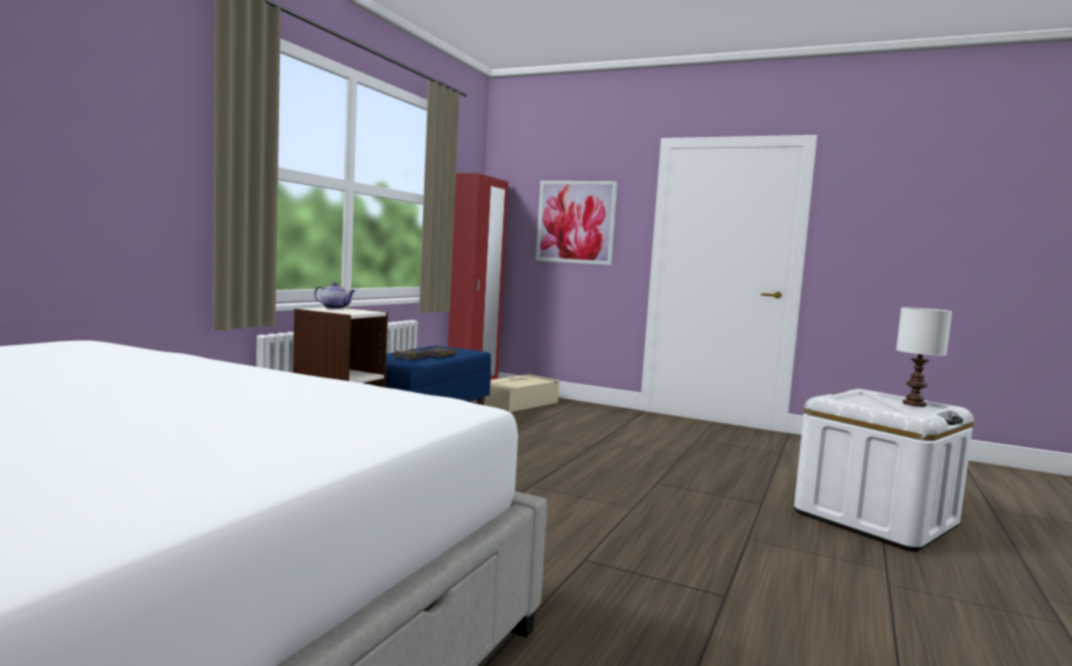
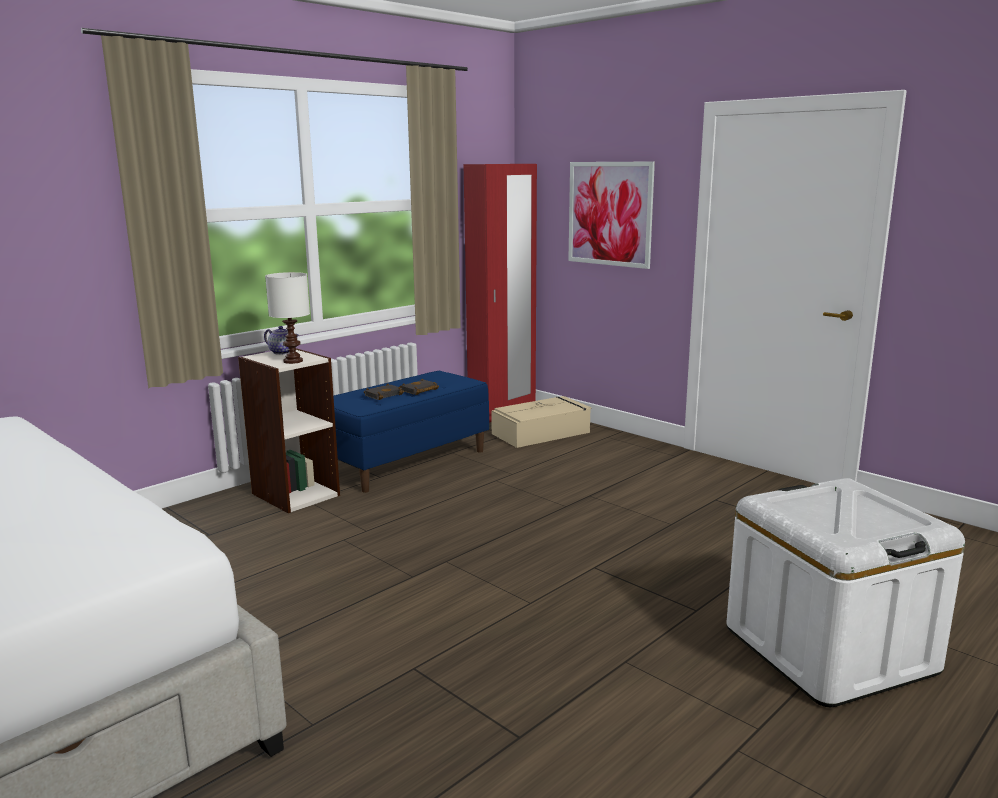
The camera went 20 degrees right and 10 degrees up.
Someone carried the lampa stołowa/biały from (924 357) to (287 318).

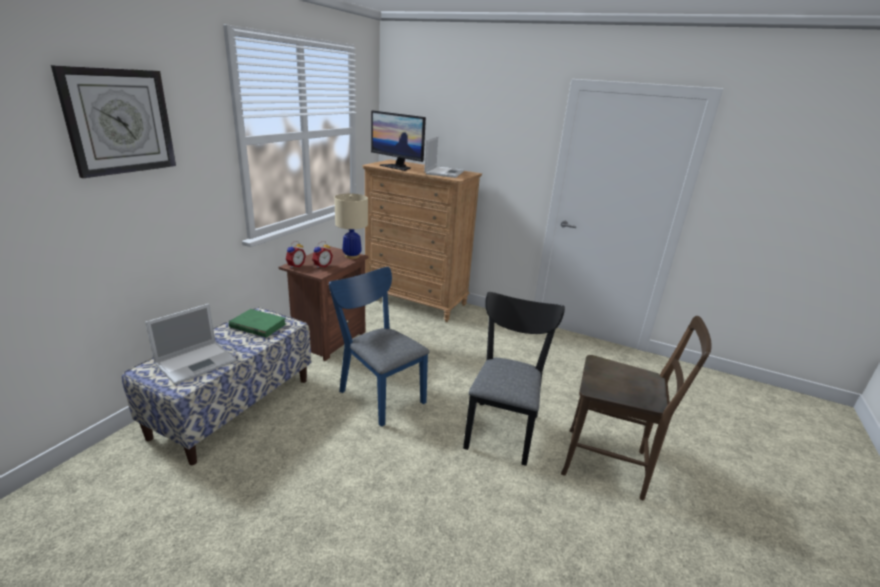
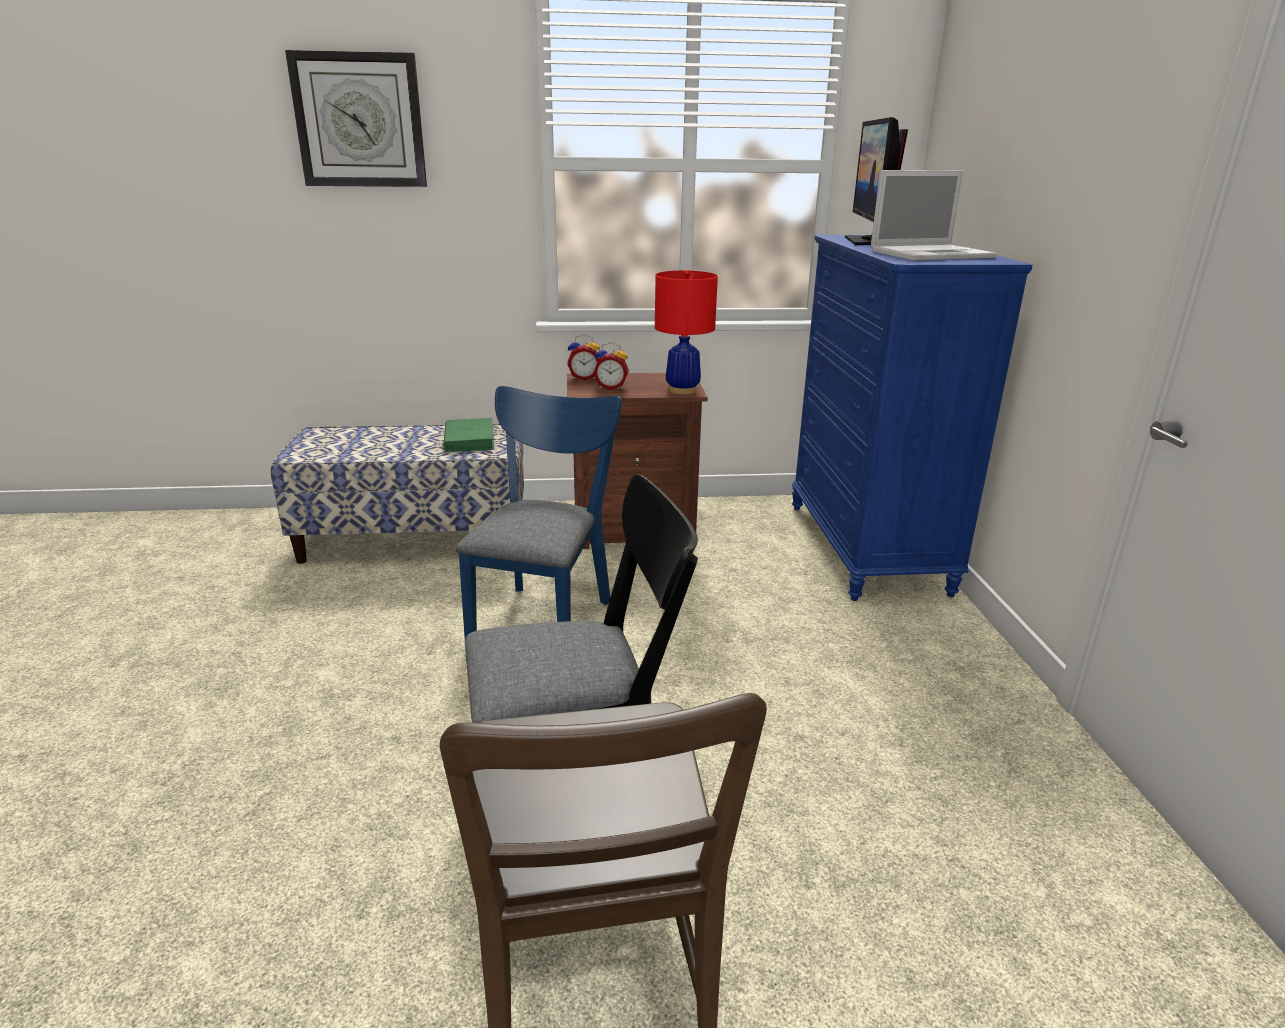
The camera went 60 degrees right and 0 degrees up.
Someone took away the laptop at (191 344).
Someone repainted the lampa stołowa/beżowy at (351 226), which became the lampa stołowa/czerwony at (686 331).
Someone repainted the komoda/brązowy at (422 240), which became the komoda/niebieski at (912 418).

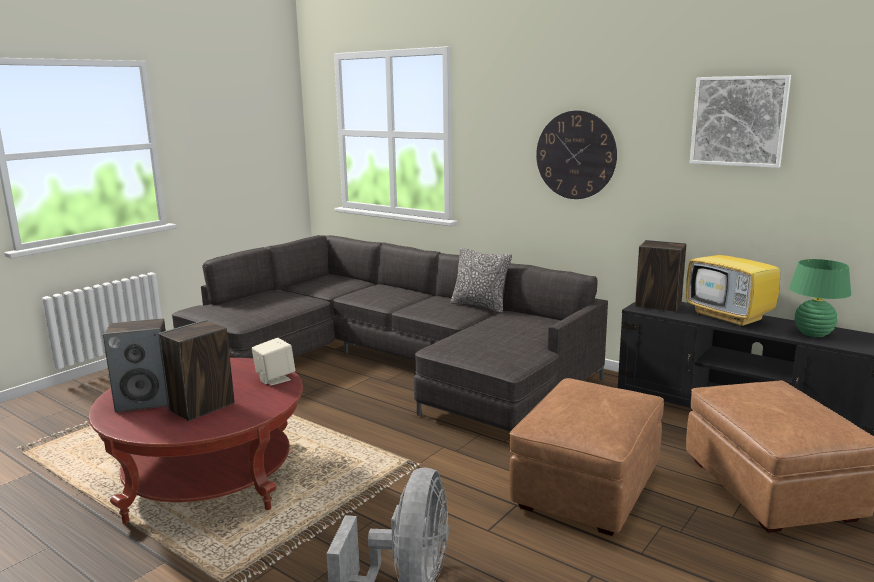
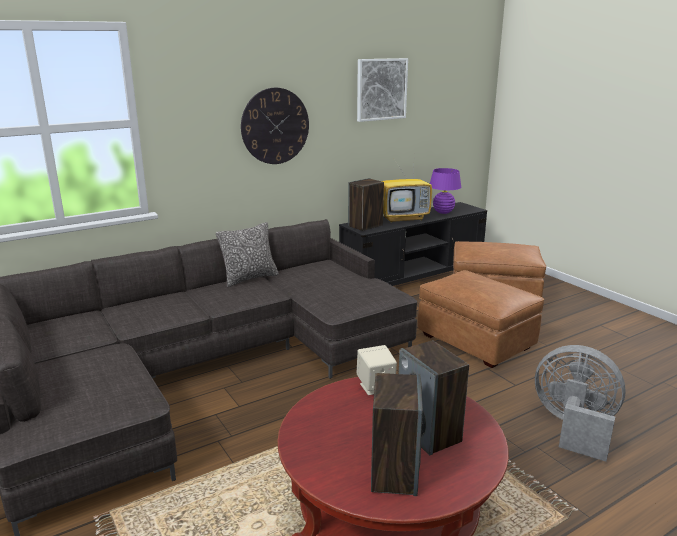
The camera went 70 degrees left and 5 degrees up.
Someone repainted the lampa stołowa/zielony at (820 298), which became the lampa stołowa/fioletowy at (445 191).

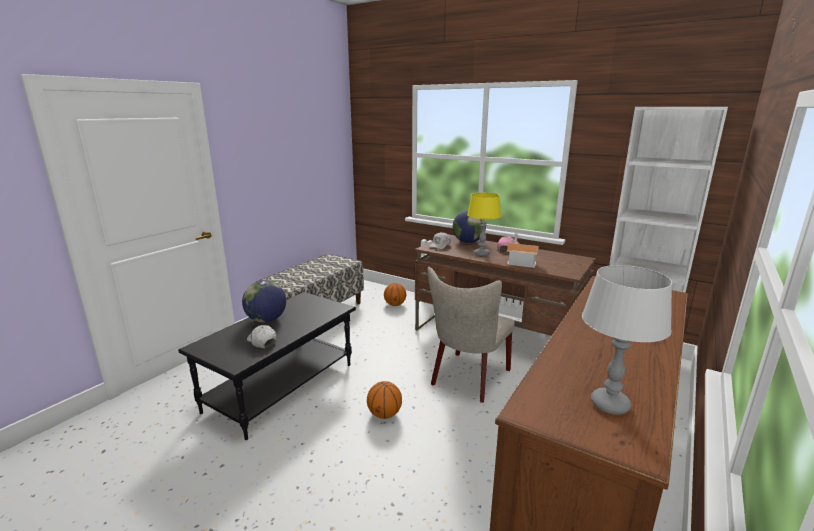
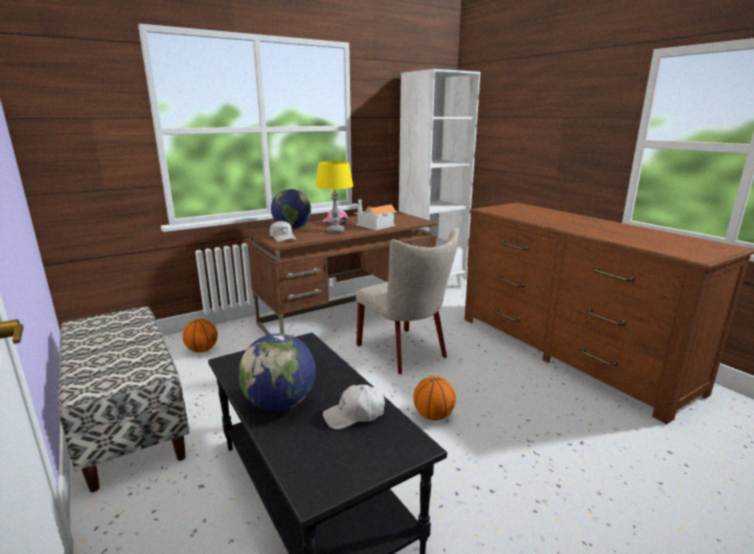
The camera went 65 degrees left and 0 degrees up.
Someone took away the lampa stołowa/szary at (627 340).

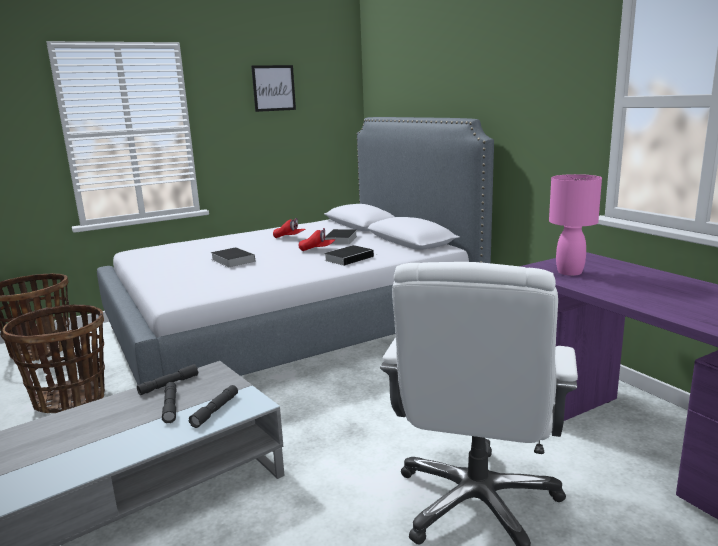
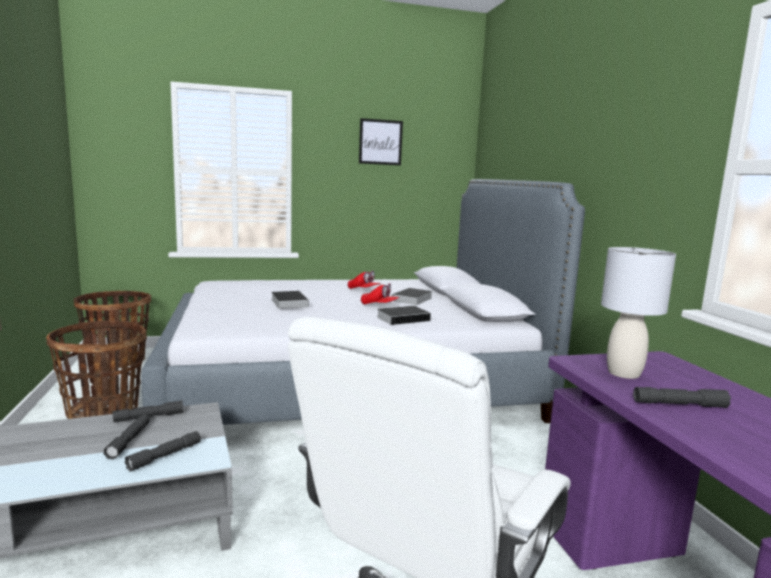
The camera went 15 degrees right and 5 degrees down.
Someone put down the latarka/szary at (682 397).
Someone repainted the lampa stołowa/różowy at (575 225), which became the lampa stołowa/szary at (638 313).

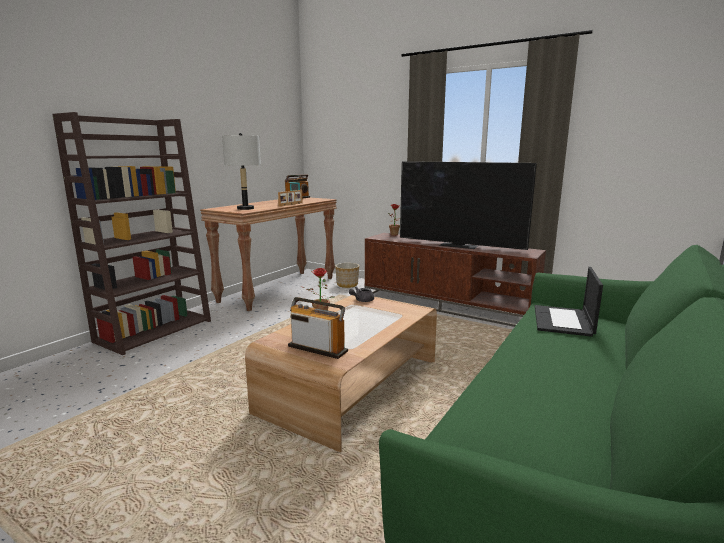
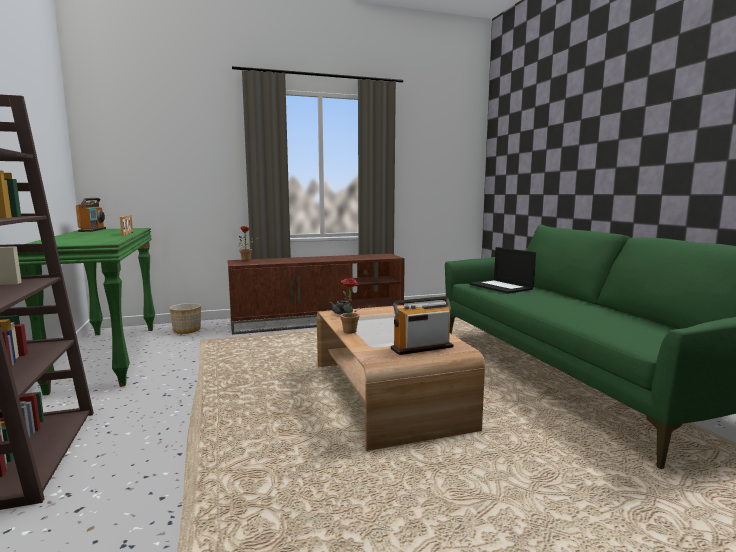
The camera went 50 degrees left and 5 degrees down.
Someone took away the lampa stołowa/szary at (241 171).
Someone took away the telewizor at (468 205).
Someone repainted the stolik konsolowy/brązowy at (268 254), which became the stolik konsolowy/zielony at (86 311).

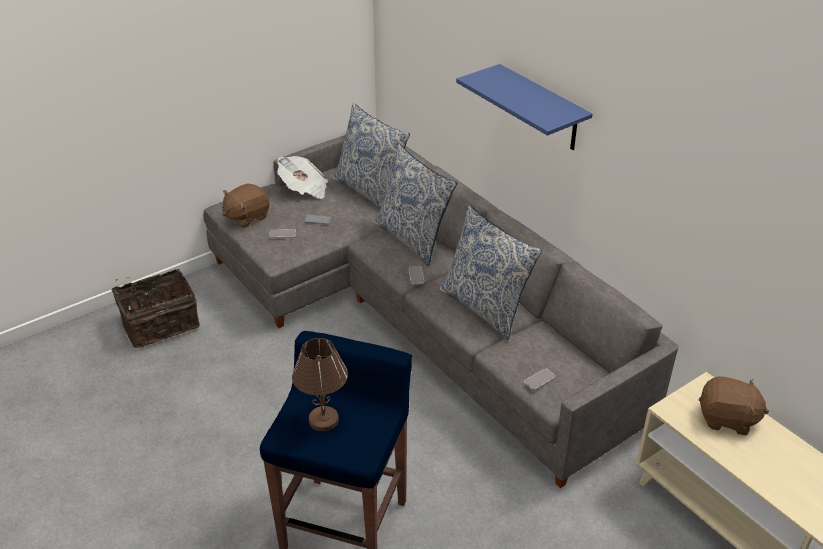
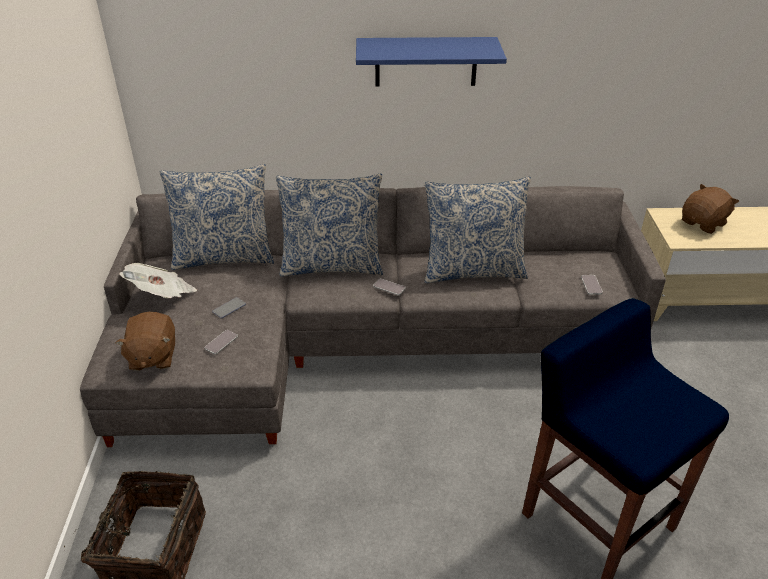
The camera went 55 degrees left and 0 degrees up.
Someone took away the lampa stołowa/brązowy at (320 384).

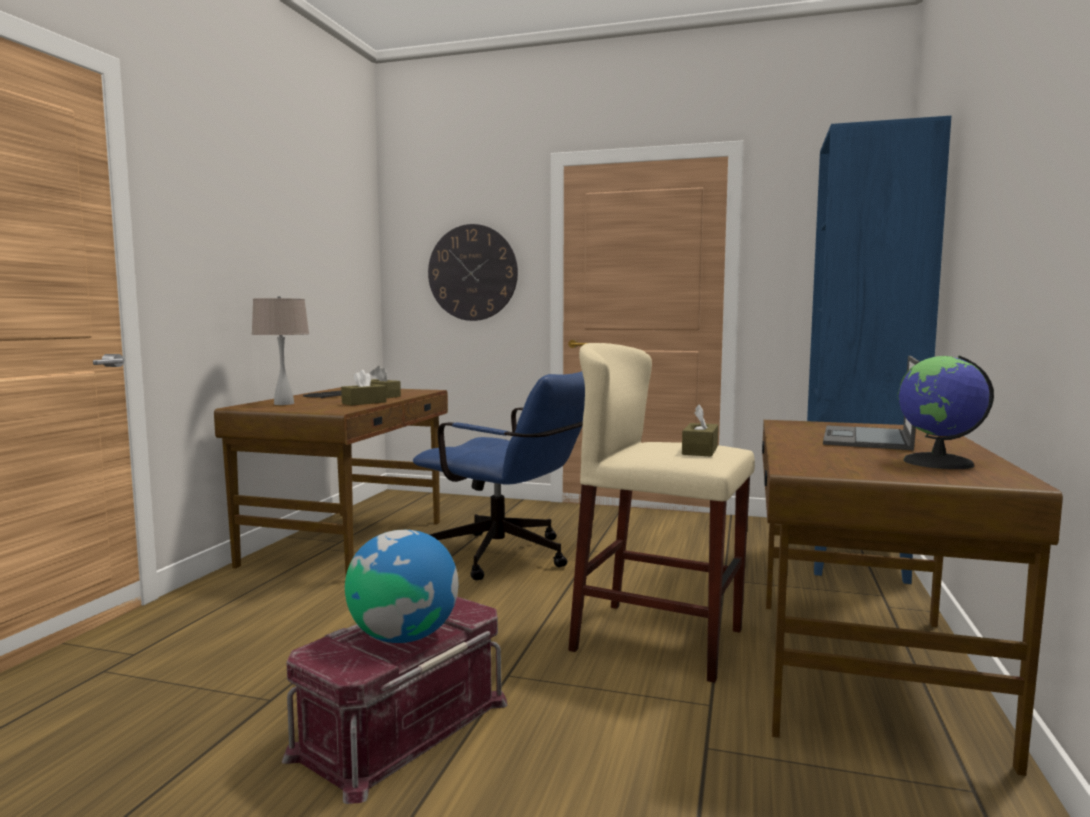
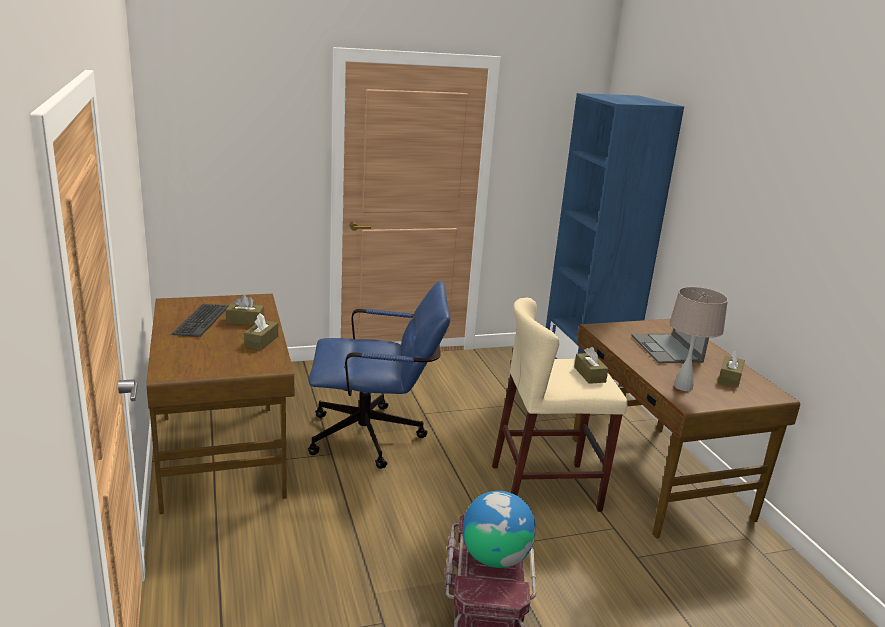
The camera went 35 degrees left and 15 degrees up.
Someone took away the zegar ścienny at (473 272).
Someone carried the lampa stołowa/beżowy from (280 350) to (698 339).
Someone swapped the globus at (946 412) for the pudełko chusteczek/brązowy at (731 369).

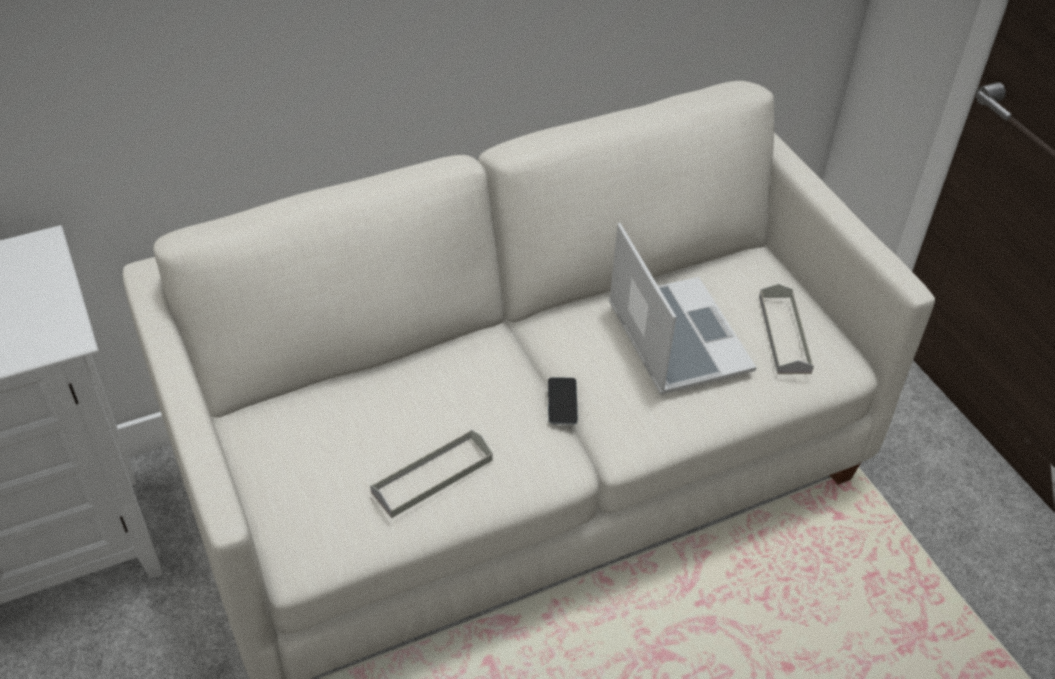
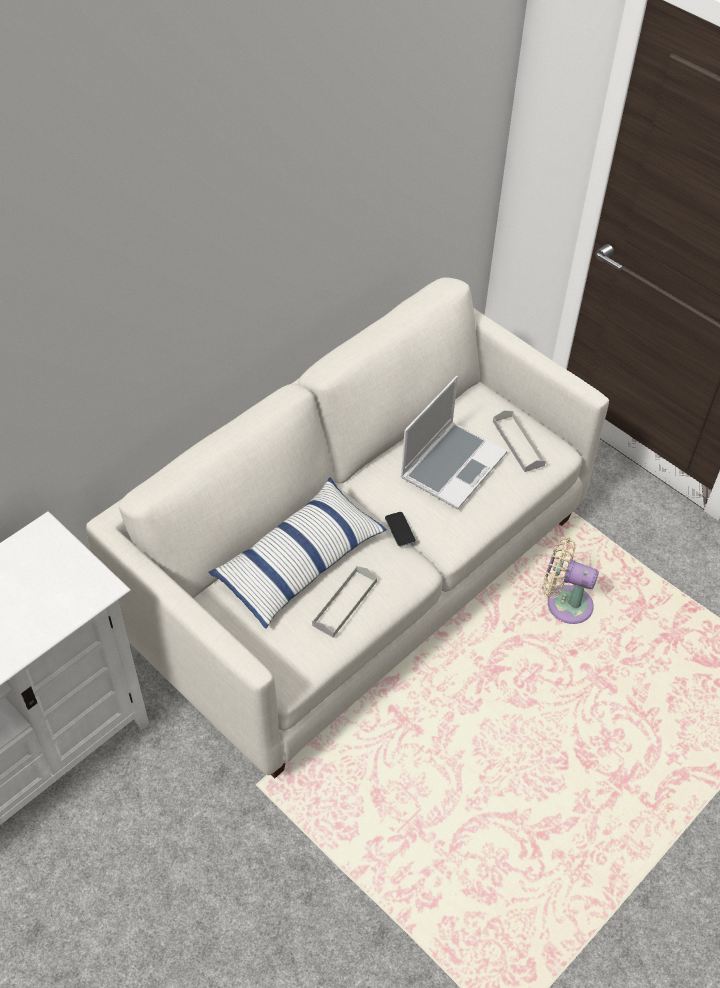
The camera went 20 degrees left and 5 degrees up.
Someone put down the poduszka at (297 553).
Someone put down the wentylator/beżowy at (570 580).
Someone rotated the laptop at (682 309) by 75 degrees clockwise.

